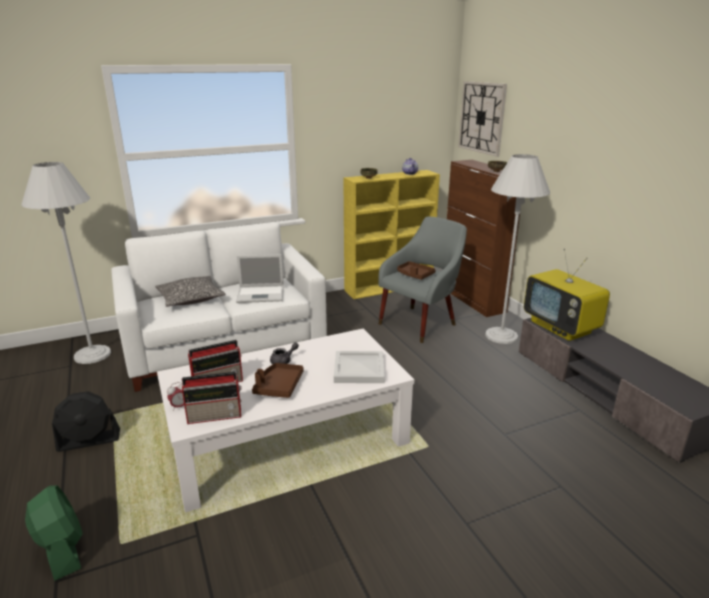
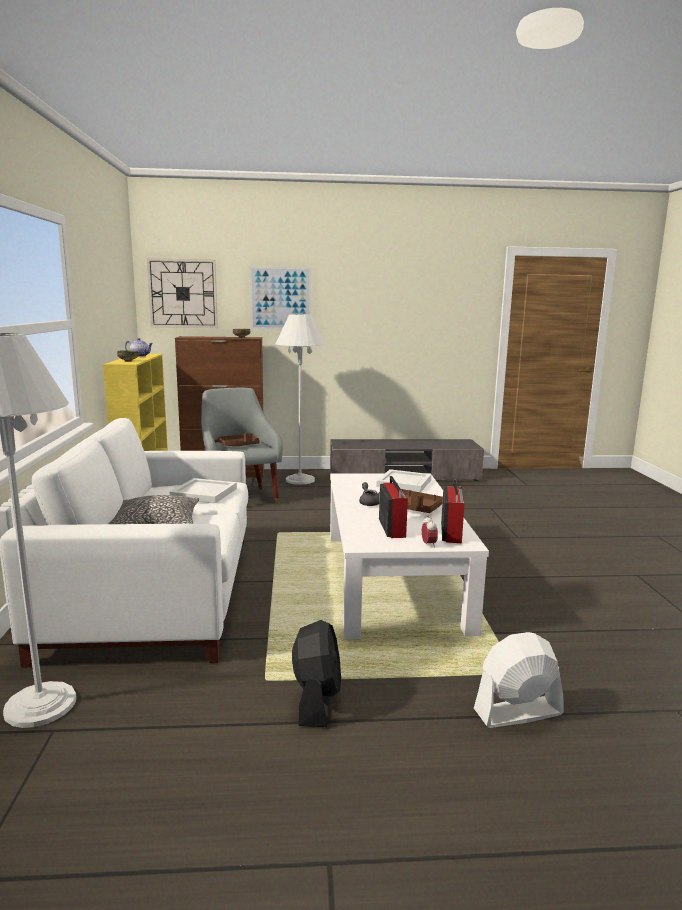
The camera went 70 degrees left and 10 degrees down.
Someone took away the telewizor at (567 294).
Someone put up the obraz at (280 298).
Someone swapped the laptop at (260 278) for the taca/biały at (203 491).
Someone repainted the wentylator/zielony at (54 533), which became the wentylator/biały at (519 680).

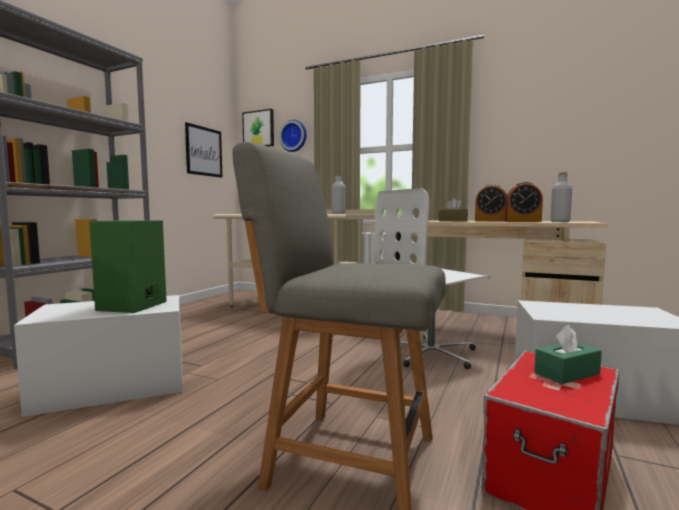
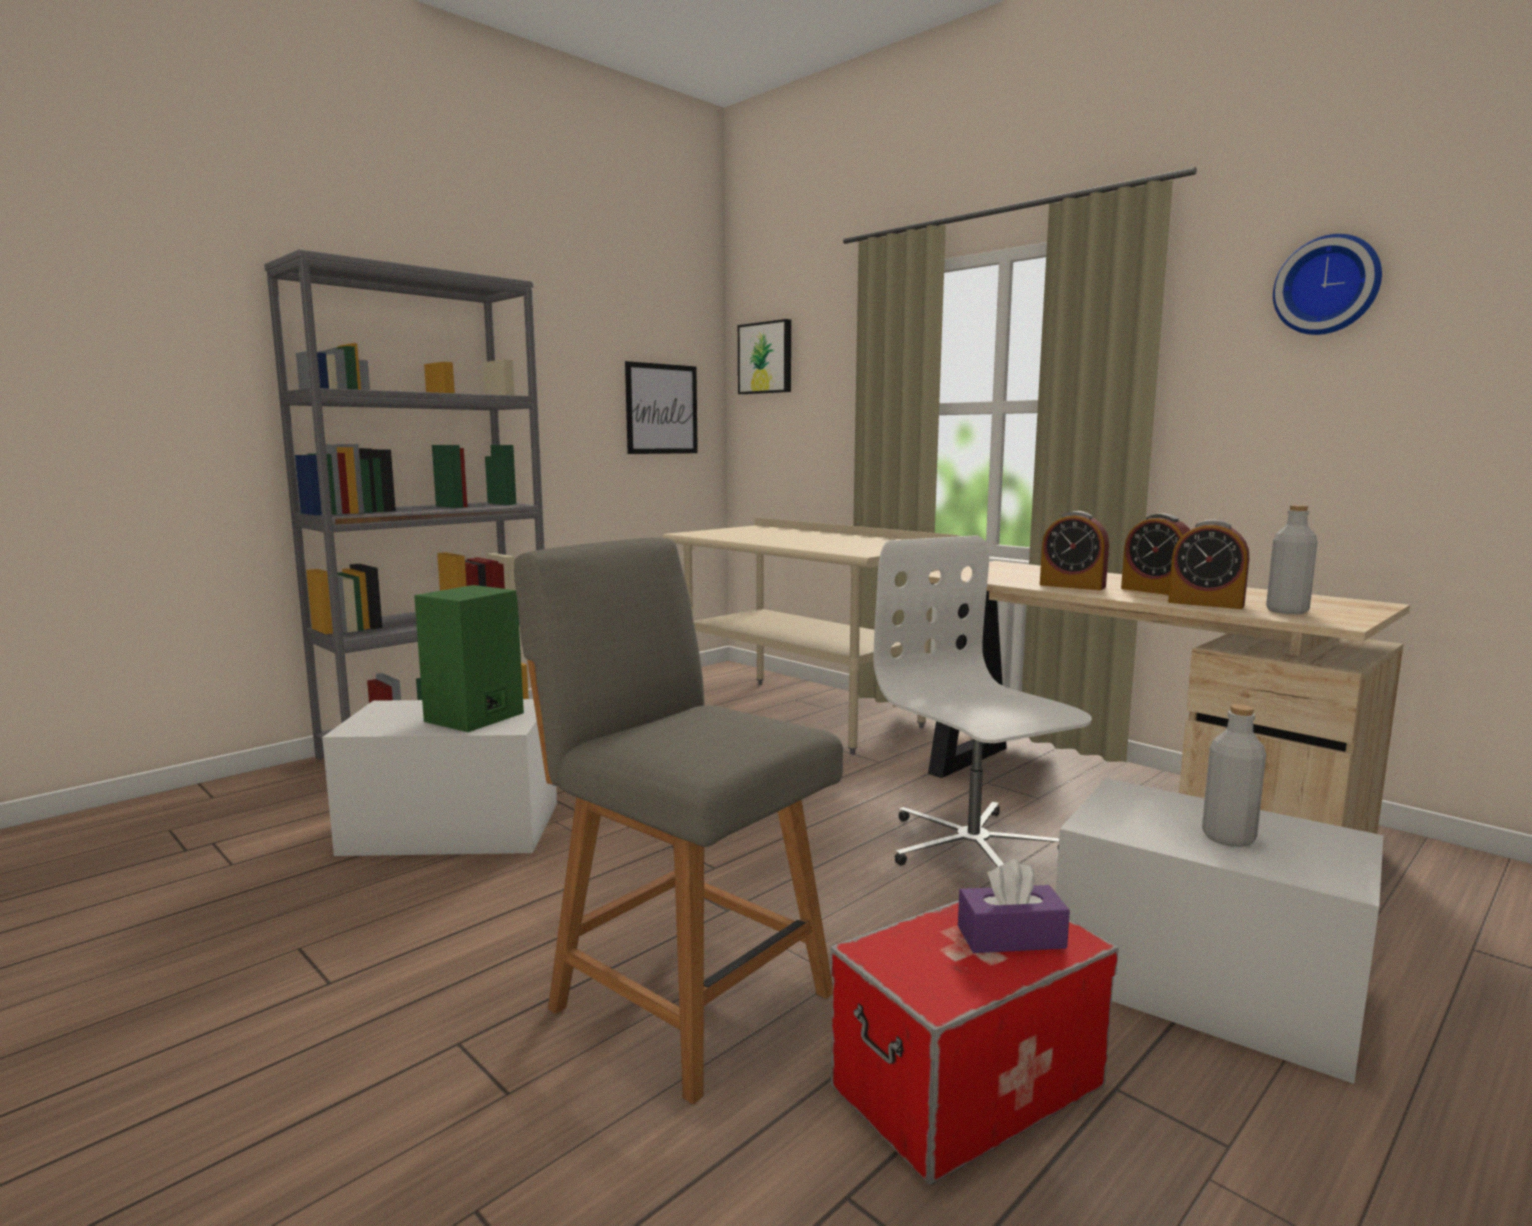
The camera went 20 degrees right and 5 degrees up.
Someone carried the zegar ścienny from (293 136) to (1327 284).
Someone carried the butelka/szary from (339 194) to (1234 775).
Someone swapped the pudełko chusteczek/brązowy at (453 209) for the budzik at (1074 550).
Someone repainted the pudełko chusteczek/zielony at (568 354), which became the pudełko chusteczek/fioletowy at (1014 906).
Someone rotated the krzesło biurowe/biały at (432 278) by 75 degrees clockwise.

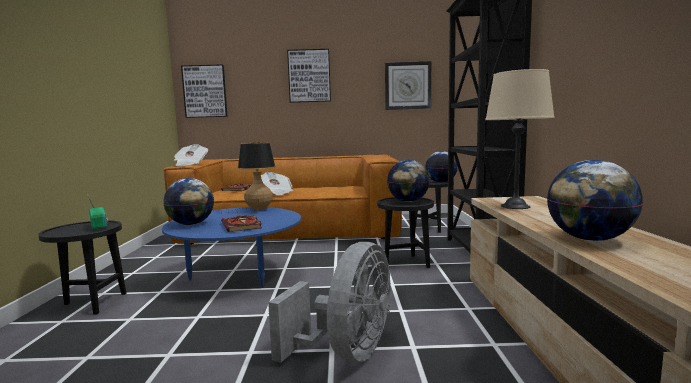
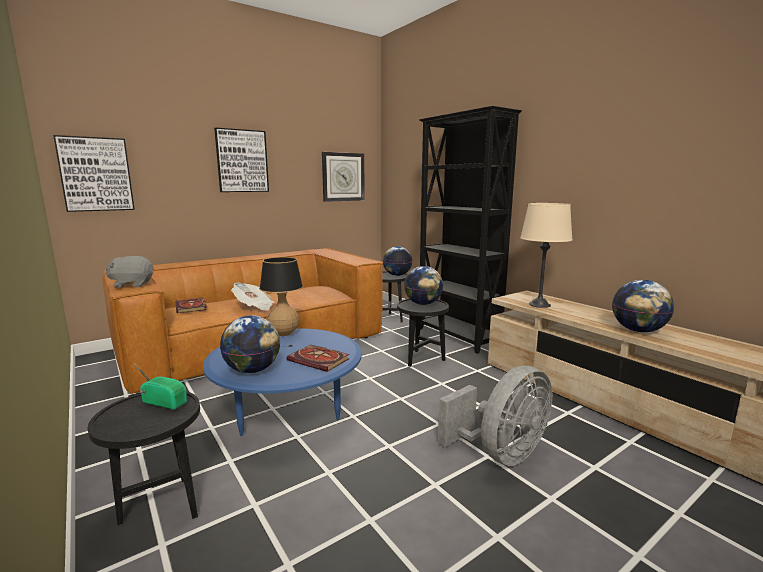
The camera went 35 degrees left and 5 degrees up.
Someone swapped the gazeta at (191 155) for the pluszak/szary at (129 272).
Someone rotated the wentylator/szary at (329 302) by 60 degrees clockwise.

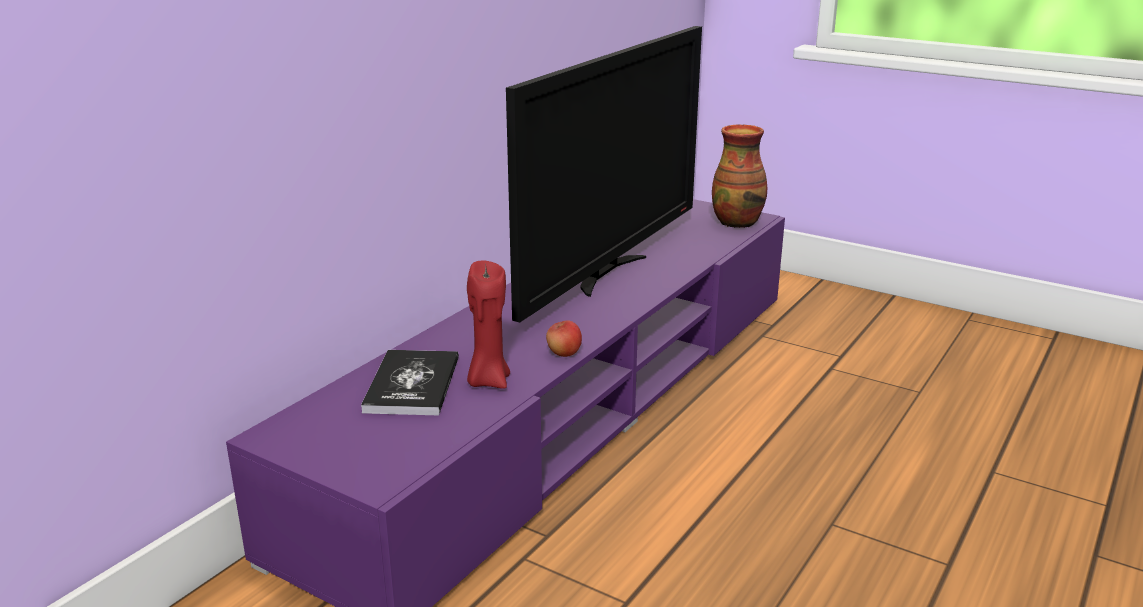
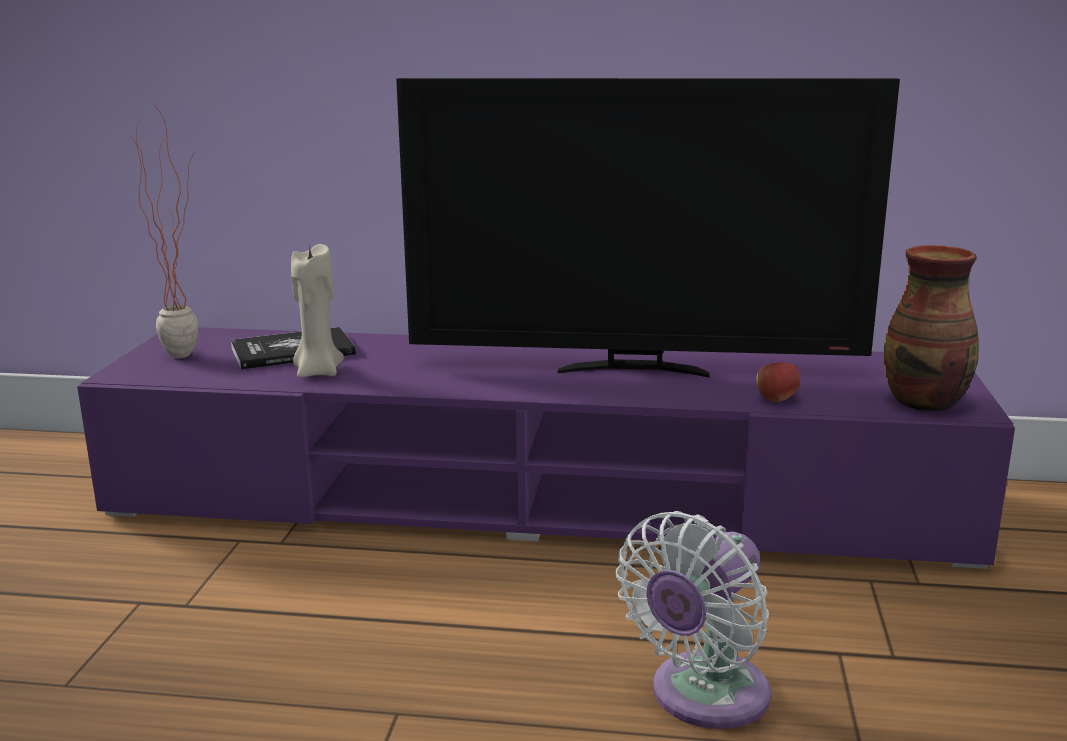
The camera went 65 degrees right and 5 degrees down.
Someone put down the roślina doniczkowa at (165 230).
Someone put down the wentylator/biały at (693 620).
Someone carried the jabłko from (564 338) to (778 382).
Someone repainted the świeca/czerwony at (488 324), which became the świeca/beżowy at (317 310).

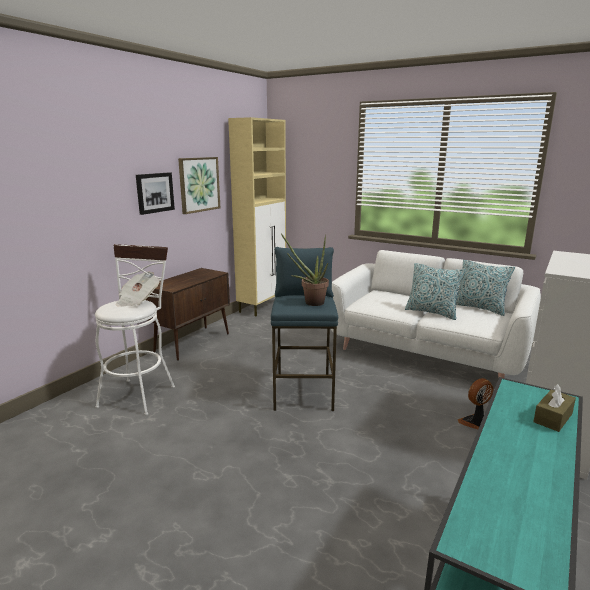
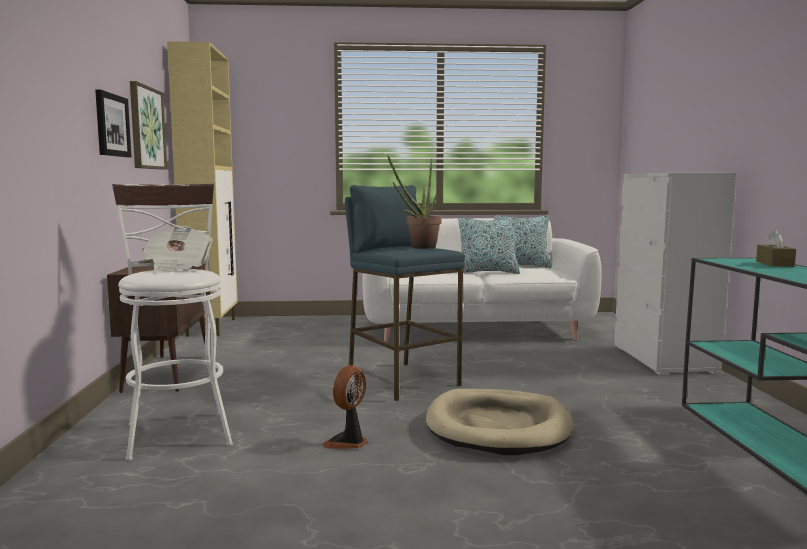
The camera went 35 degrees left and 10 degrees down.
Someone put down the legowisko/beżowy at (499 422).
Someone carried the wentylator from (476 403) to (345 407).

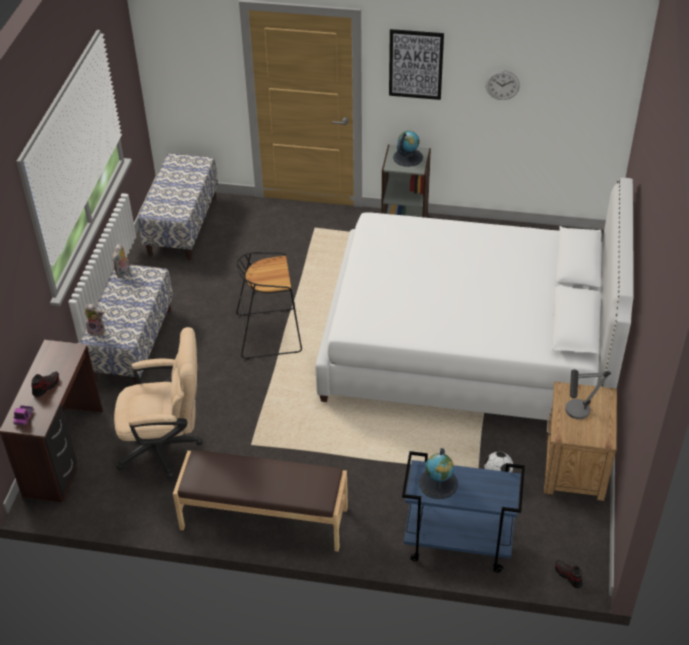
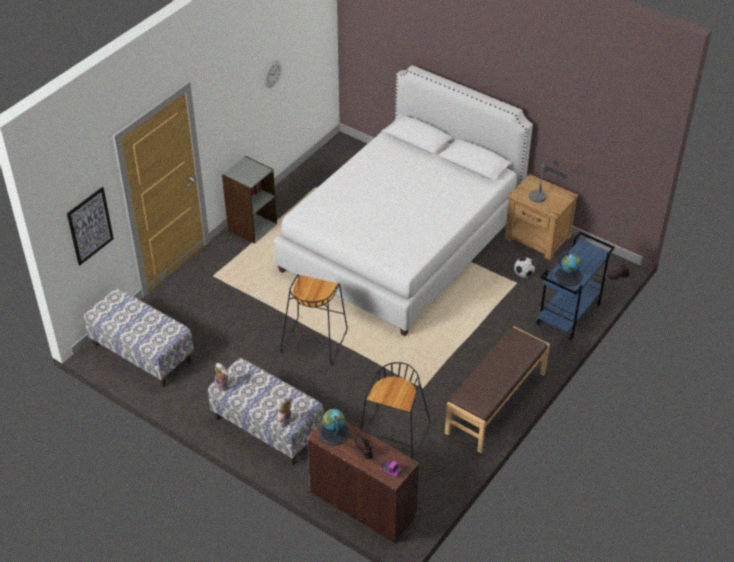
The camera went 65 degrees left and 0 degrees up.
Someone carried the obraz from (416 64) to (90 226).
Someone carried the globus from (408 149) to (334 427).
Someone swapped the krzesło biurowe/beżowy at (158 402) for the stołek/czarny at (396 411).

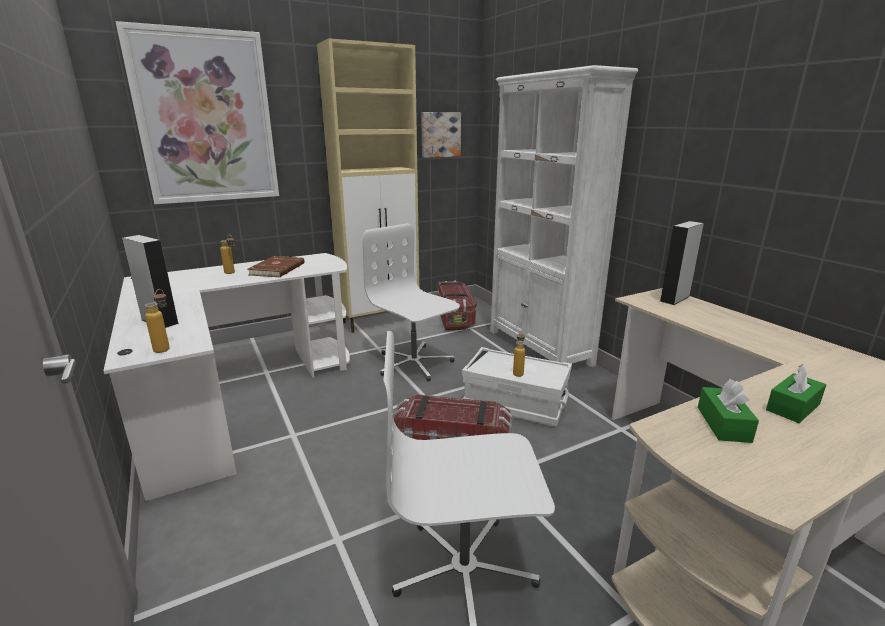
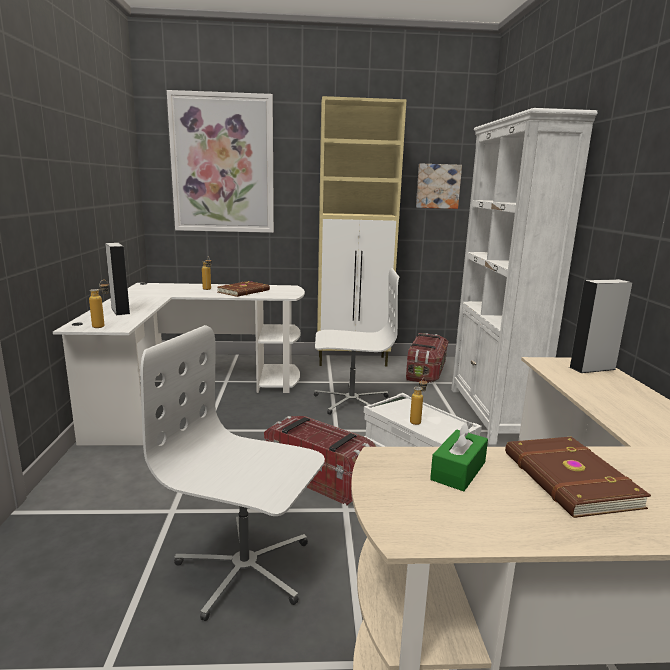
The camera went 25 degrees right and 5 degrees down.
Someone swapped the pudełko chusteczek/zielony at (796 393) for the książka/brązowy at (578 477).
Someone rotated the krzesło biurowe/biały at (411 302) by 105 degrees clockwise.

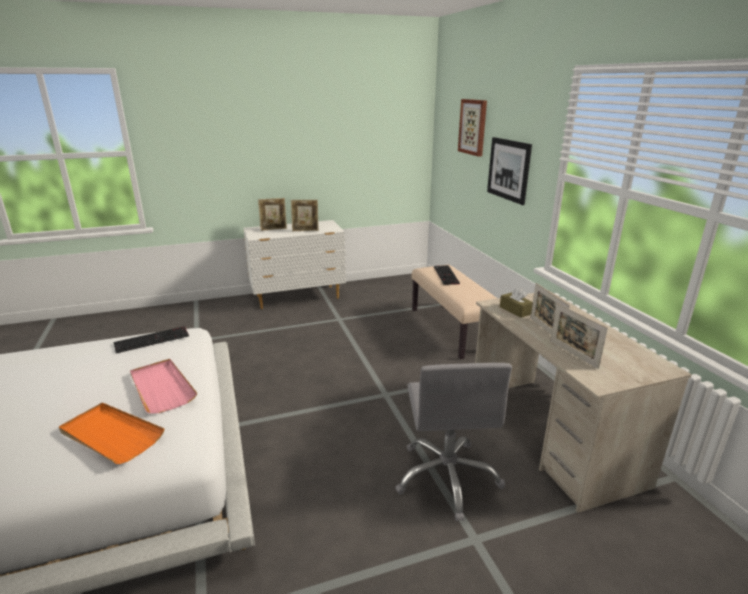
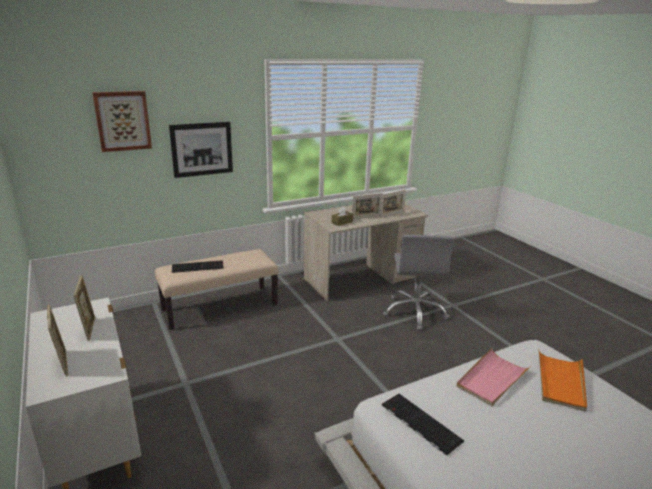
The camera went 100 degrees left and 0 degrees up.
Someone rotated the krzesło biurowe/szary at (453 442) by 105 degrees clockwise.

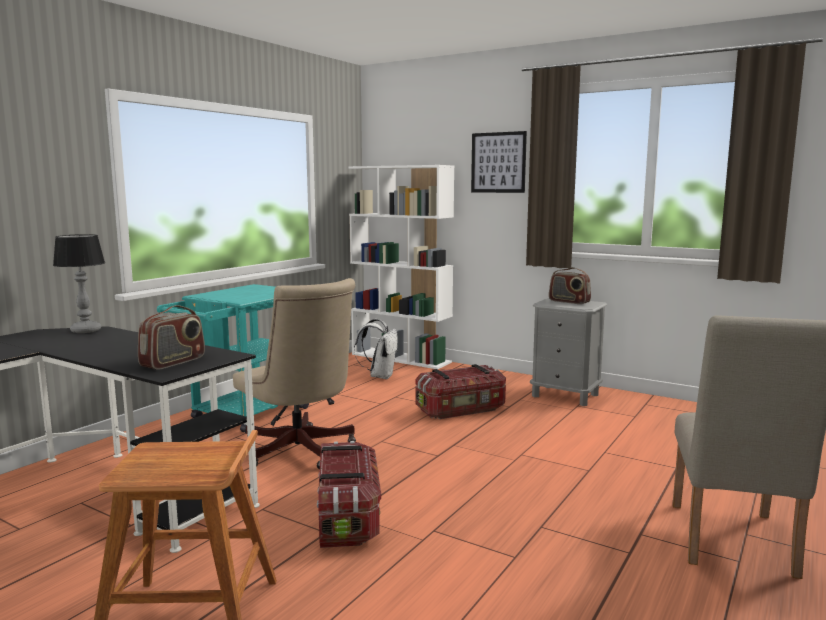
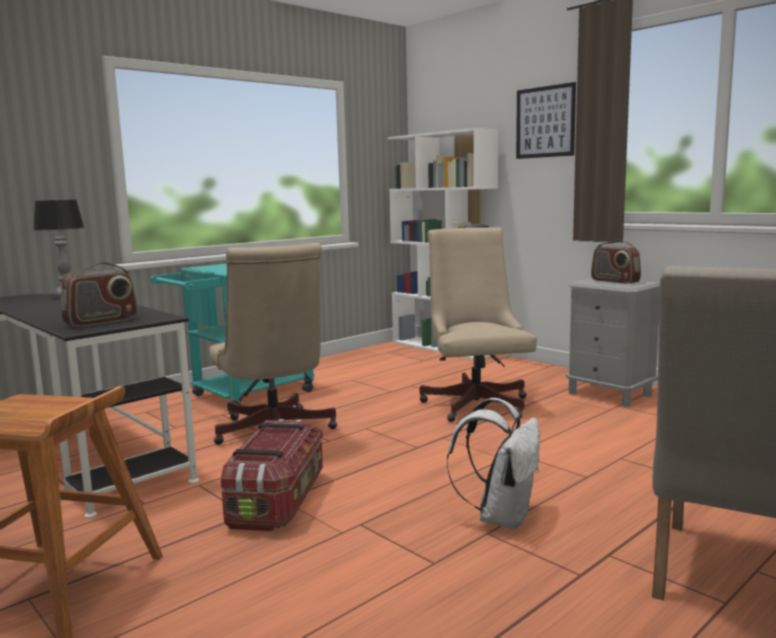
The camera went 15 degrees right and 0 degrees up.
Someone carried the plecak/biały from (376 349) to (493 464).
Someone swapped the pojemnik do przechowywania at (461 391) for the krzesło biurowe/beżowy at (478 324).

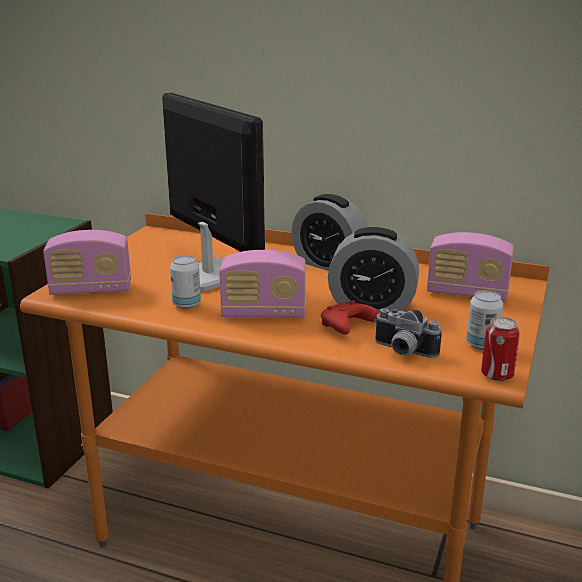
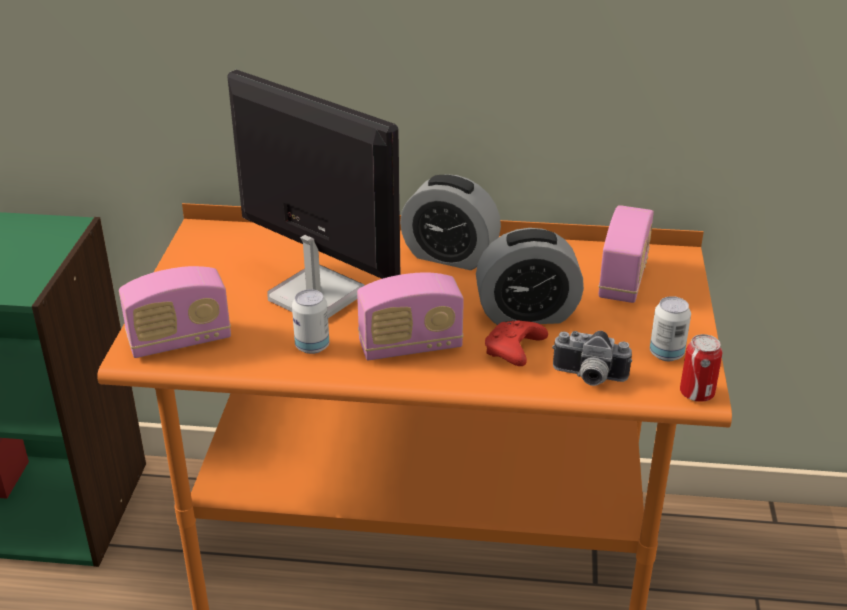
The camera went 15 degrees left and 10 degrees up.
Someone rotated the radio at (470 266) by 75 degrees counterclockwise.

